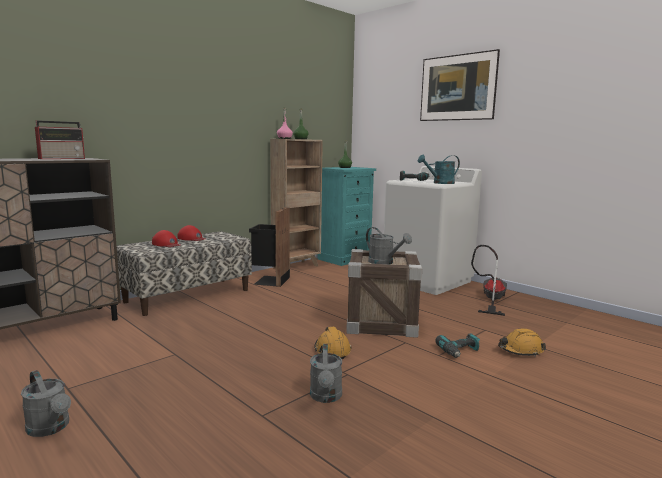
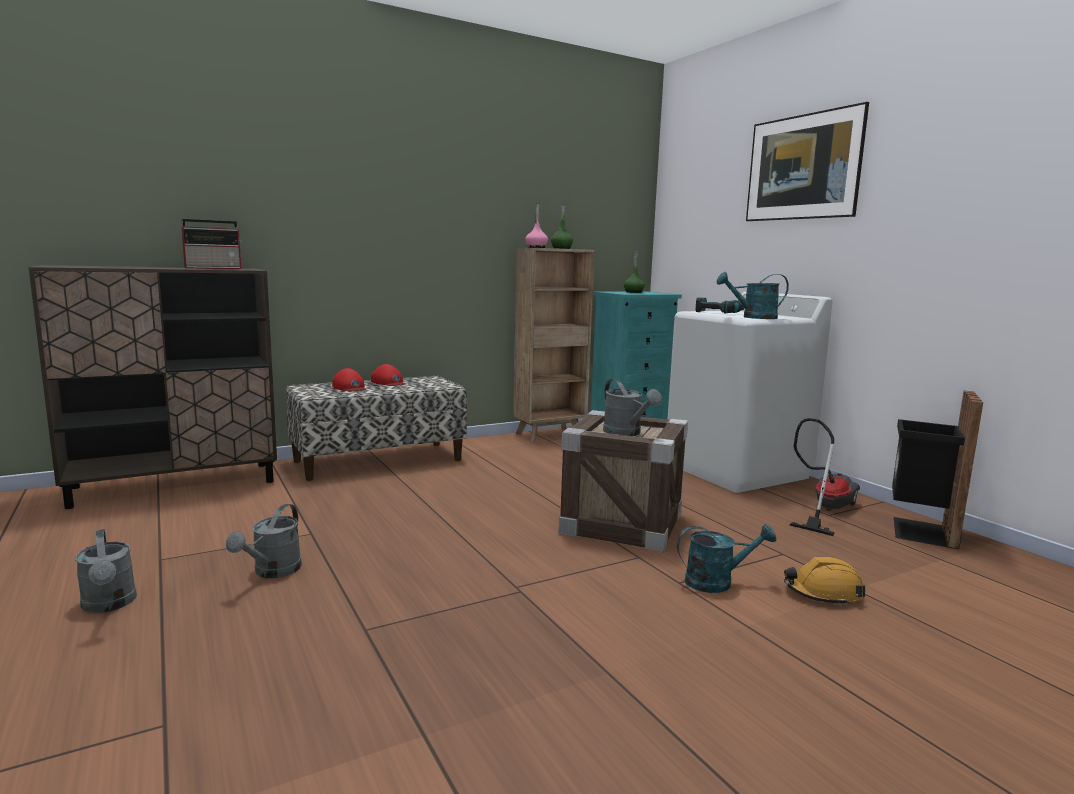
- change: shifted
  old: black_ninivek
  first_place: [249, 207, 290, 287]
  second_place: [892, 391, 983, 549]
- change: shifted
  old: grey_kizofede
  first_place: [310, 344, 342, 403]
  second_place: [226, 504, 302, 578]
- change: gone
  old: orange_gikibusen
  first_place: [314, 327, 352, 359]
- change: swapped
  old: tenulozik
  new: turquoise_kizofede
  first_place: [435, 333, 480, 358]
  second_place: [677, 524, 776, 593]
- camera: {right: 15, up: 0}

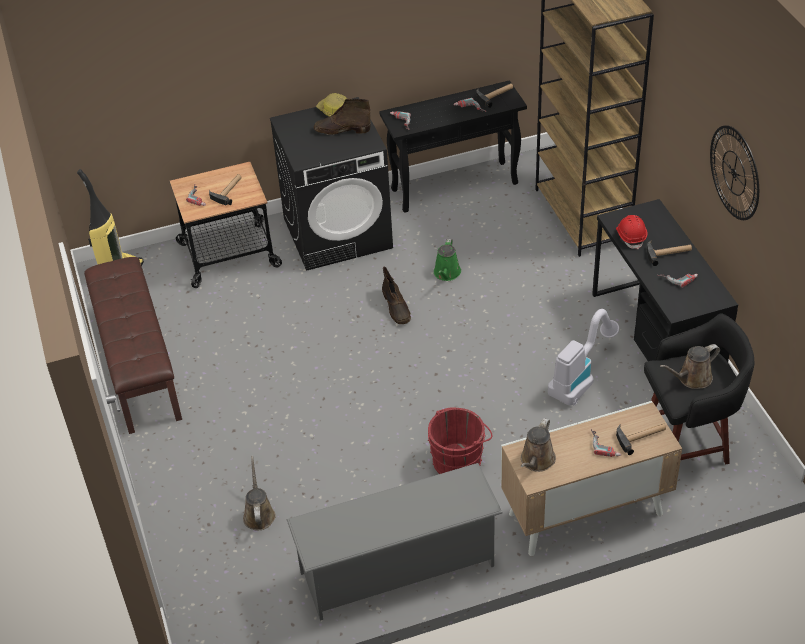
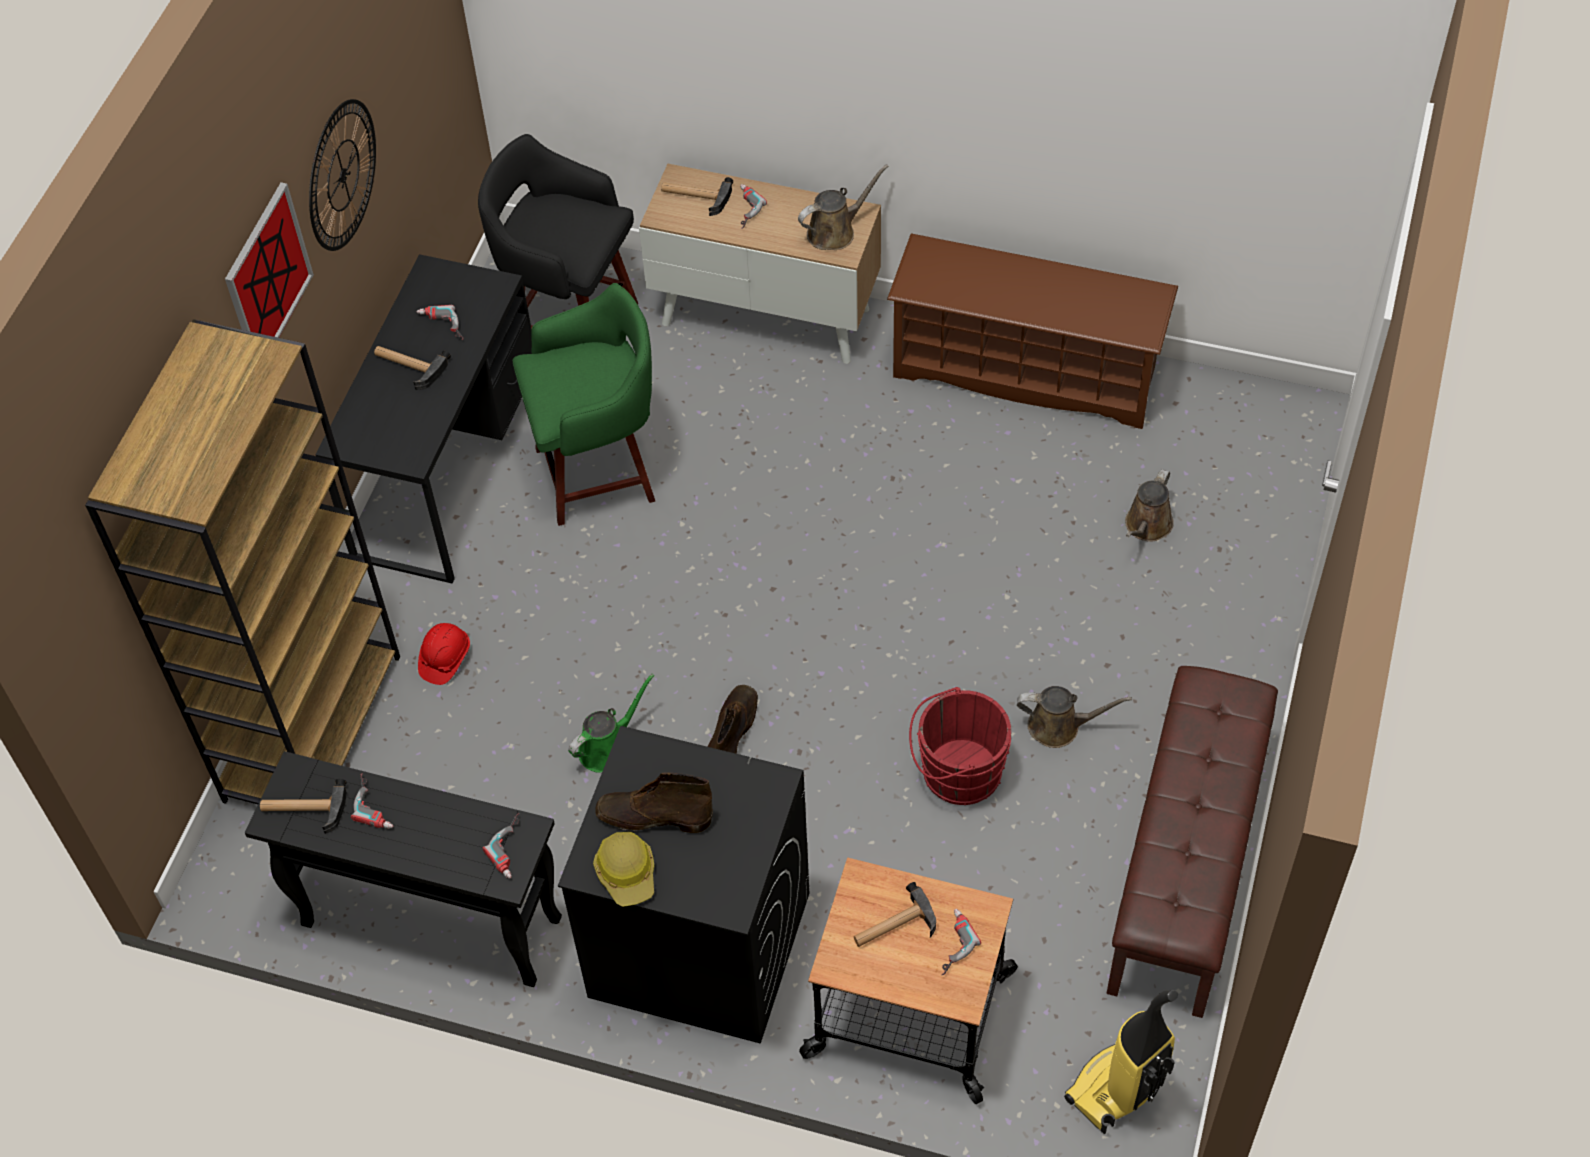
- change: repainted
  old: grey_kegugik
  new: brown_kegugik
  first_place: [287, 463, 503, 621]
  second_place: [887, 233, 1178, 429]
- change: rotated
  old: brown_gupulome
  first_place: [314, 99, 371, 135]
  second_place: [595, 772, 713, 833]
  degrees: 150
- change: shifted
  old: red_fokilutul
  first_place: [428, 407, 493, 474]
  second_place: [909, 687, 1011, 805]
- change: swapped
  old: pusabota
  new: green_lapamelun
  first_place: [548, 309, 619, 406]
  second_place: [513, 283, 655, 526]
- change: shifted
  old: red_gikibusen
  first_place: [616, 215, 647, 249]
  second_place: [418, 623, 470, 685]
- change: shifted
  old: brown_kizofede
  first_place: [660, 344, 720, 389]
  second_place: [1017, 686, 1132, 748]
- change: new
  new: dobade
  second_place: [225, 182, 314, 338]
- camera: {right: -145, up: 10}

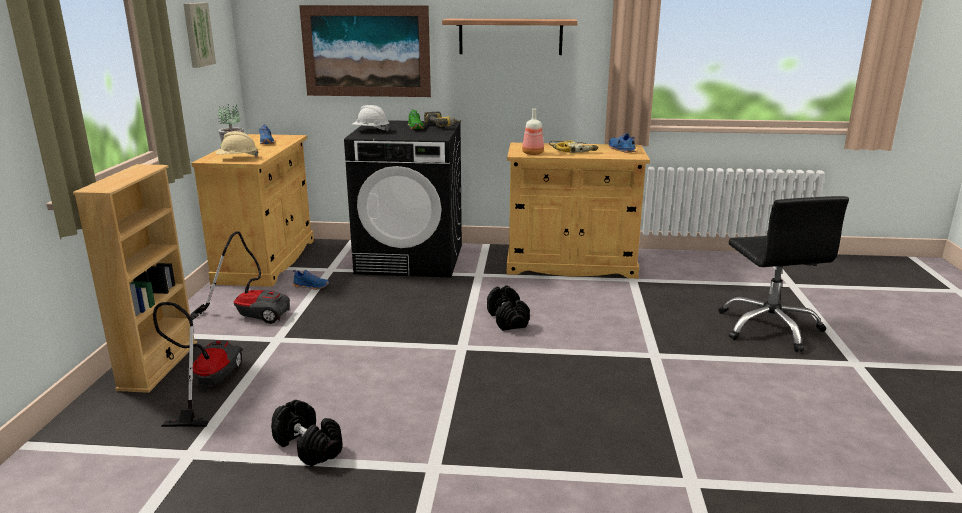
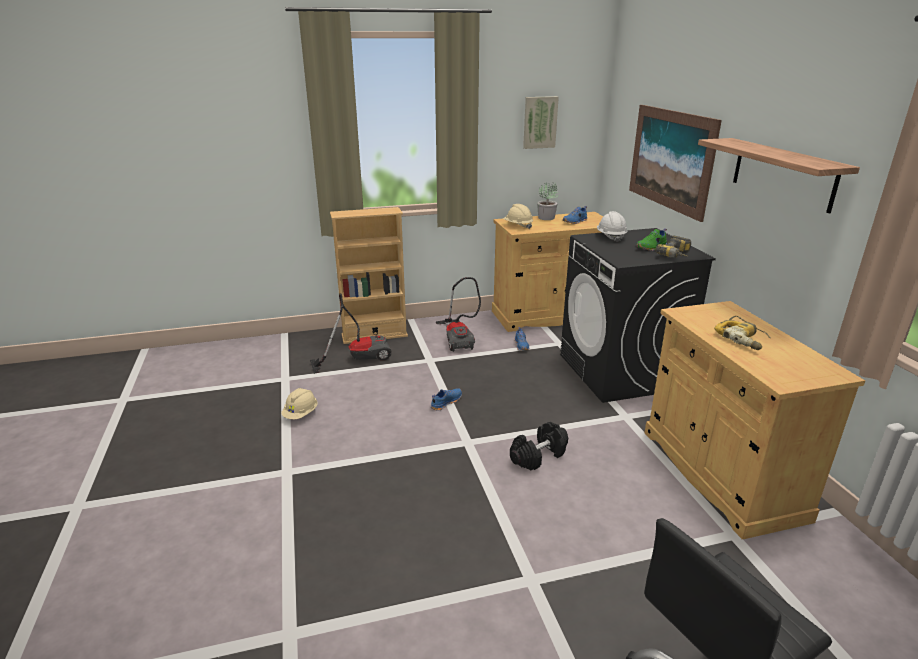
- change: swapped
  old: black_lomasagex
  new: beige_gikibusen
  first_place: [271, 400, 343, 467]
  second_place: [281, 388, 318, 419]
- change: gone
  old: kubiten
  first_place: [522, 109, 544, 155]
- change: shifted
  old: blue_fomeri
  first_place: [609, 133, 636, 153]
  second_place: [431, 388, 462, 411]
- camera: {right: 70, up: 5}

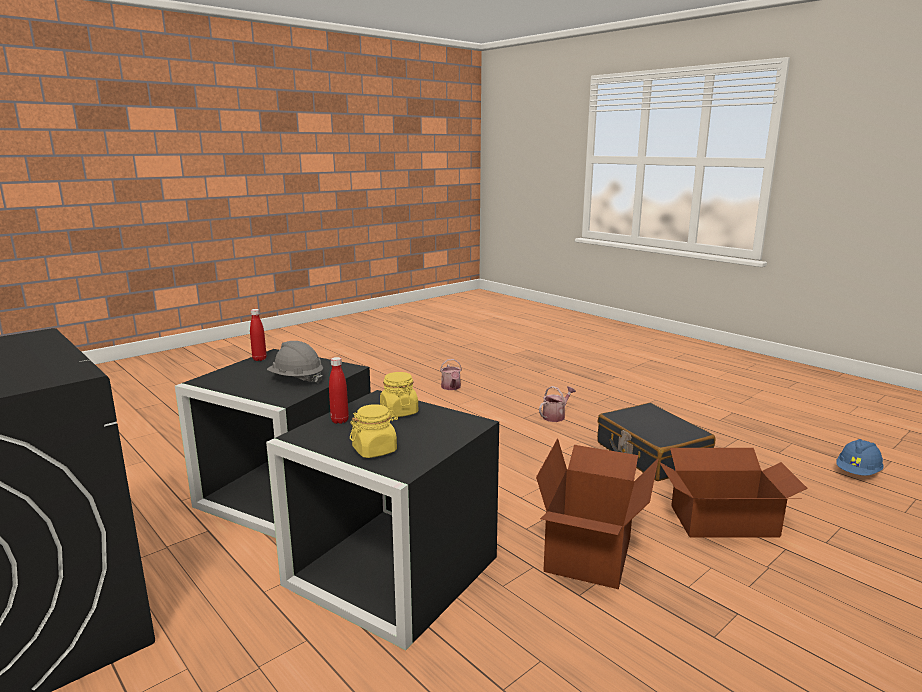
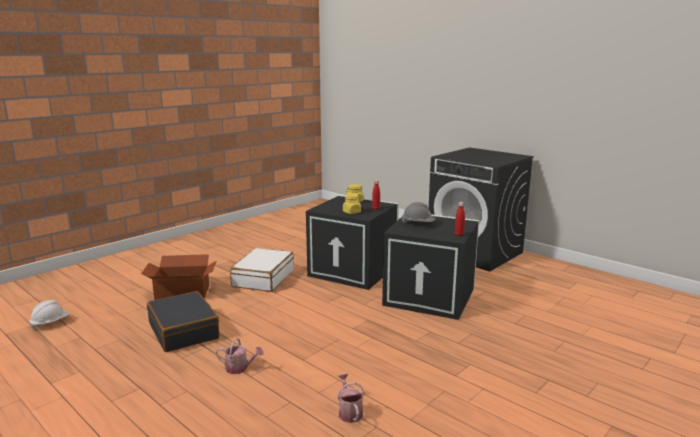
- change: swapped
  old: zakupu
  new: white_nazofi
  first_place: [536, 438, 658, 589]
  second_place: [230, 248, 294, 292]
- change: rotated
  old: kizofede
  first_place: [539, 386, 576, 422]
  second_place: [216, 338, 264, 374]
  degrees: -120
- change: repainted
  old: blue_gikibusen
  new: white_gikibusen
  first_place: [836, 439, 884, 476]
  second_place: [29, 300, 69, 329]
- camera: {right: 175, up: 0}

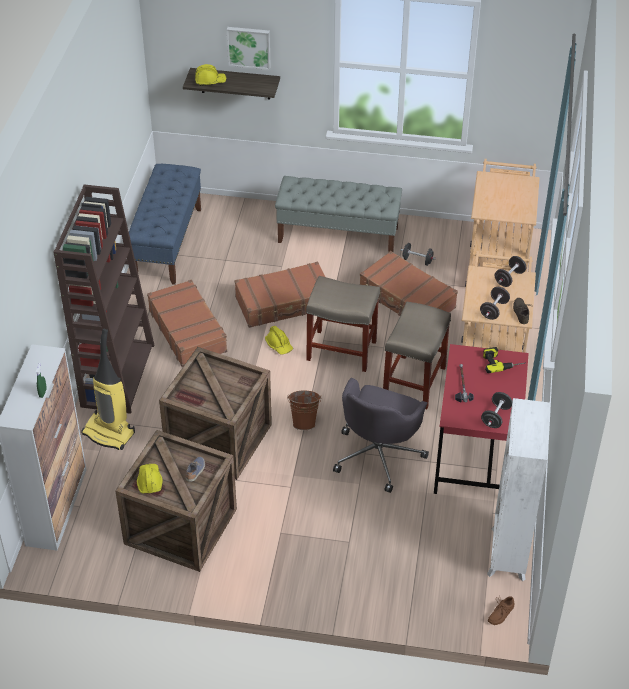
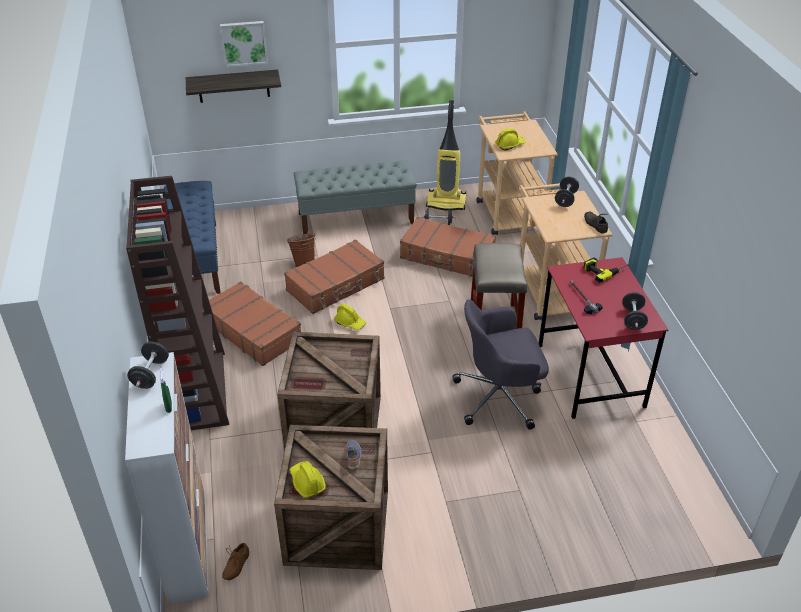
- change: shifted
  old: pusabota
  first_place: [81, 329, 135, 450]
  second_place: [426, 100, 466, 211]
- change: shifted
  old: yellow_gikibusen
  first_place: [195, 64, 226, 86]
  second_place: [495, 128, 526, 151]
- change: shifted
  old: brown_fokilutul
  first_place: [287, 390, 322, 430]
  second_place: [286, 233, 316, 267]
- change: gone
  old: beige_lapamelun
  first_place: [306, 276, 380, 372]
- change: rotated
  old: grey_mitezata
  first_place: [333, 378, 429, 493]
  second_place: [452, 299, 549, 430]
  degrees: 75
- change: shifted
  old: black_lomasagex
  first_place: [480, 287, 510, 320]
  second_place: [127, 342, 169, 389]
- change: gone
  old: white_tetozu
  first_place: [487, 398, 550, 581]
- change: shifted
  old: brown_fomeri
  first_place: [488, 597, 514, 625]
  second_place: [222, 543, 249, 580]
- camera: {right: -20, up: -5}

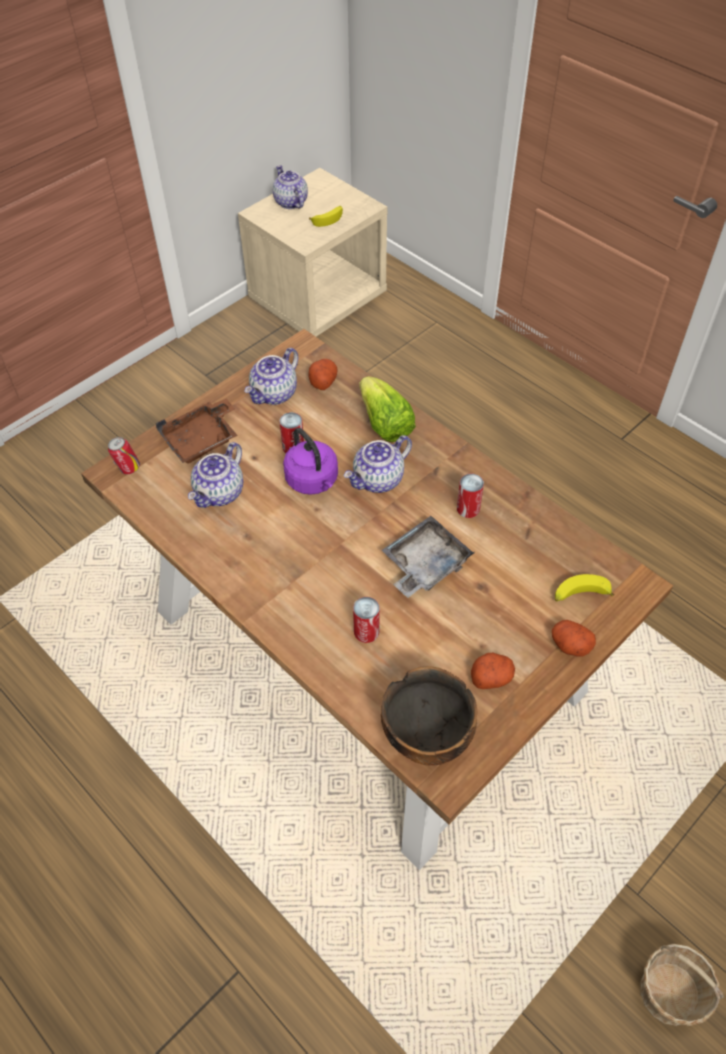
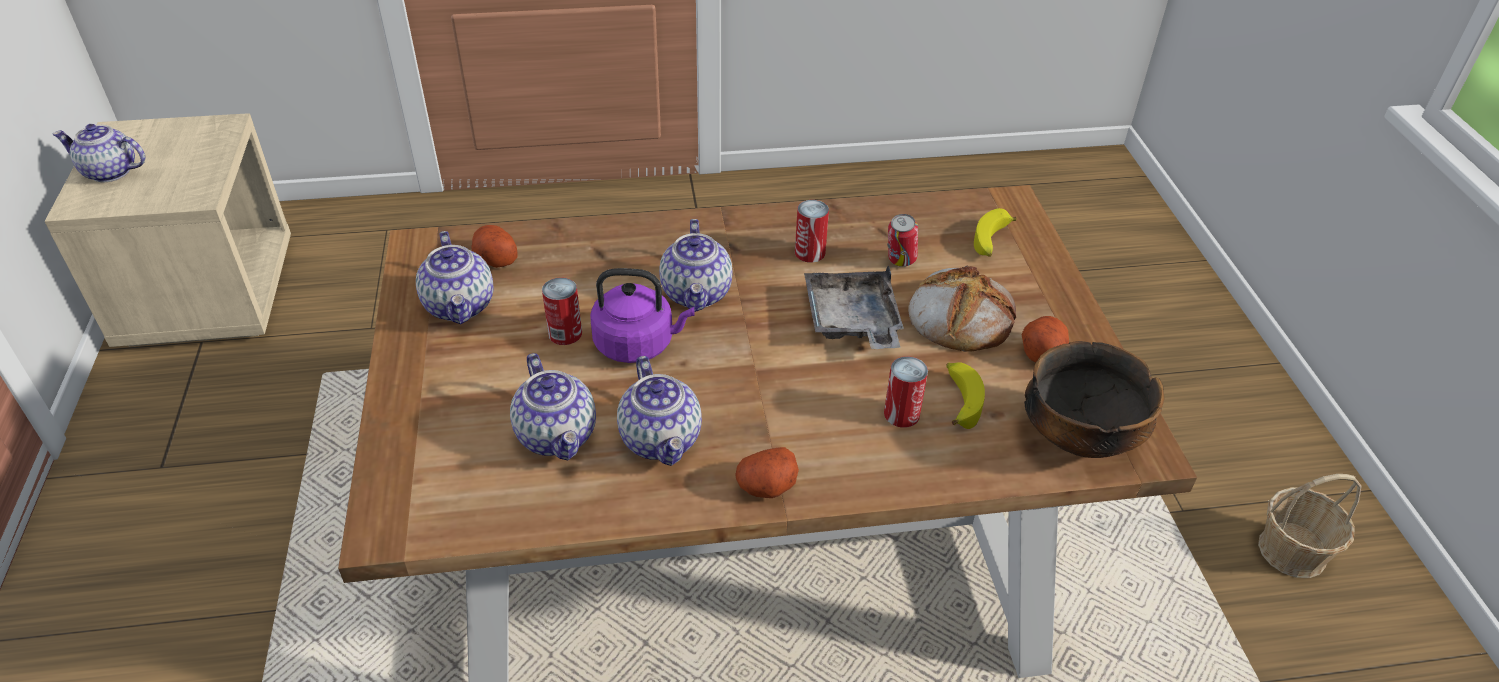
- change: shifted
  old: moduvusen
  first_place: [108, 437, 140, 474]
  second_place: [887, 214, 918, 267]
- change: gone
  old: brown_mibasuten
  first_place: [156, 398, 238, 464]
- change: shifted
  old: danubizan
  first_place: [309, 206, 343, 227]
  second_place: [946, 362, 985, 429]
- change: gone
  old: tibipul
  first_place: [360, 376, 416, 442]
- change: shifted
  old: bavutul
  first_place: [552, 620, 596, 657]
  second_place: [736, 447, 799, 498]
- change: new
  new: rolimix
  second_place: [617, 356, 702, 466]
- change: new
  new: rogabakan
  second_place: [908, 265, 1016, 352]
- camera: {right: -55, up: -10}

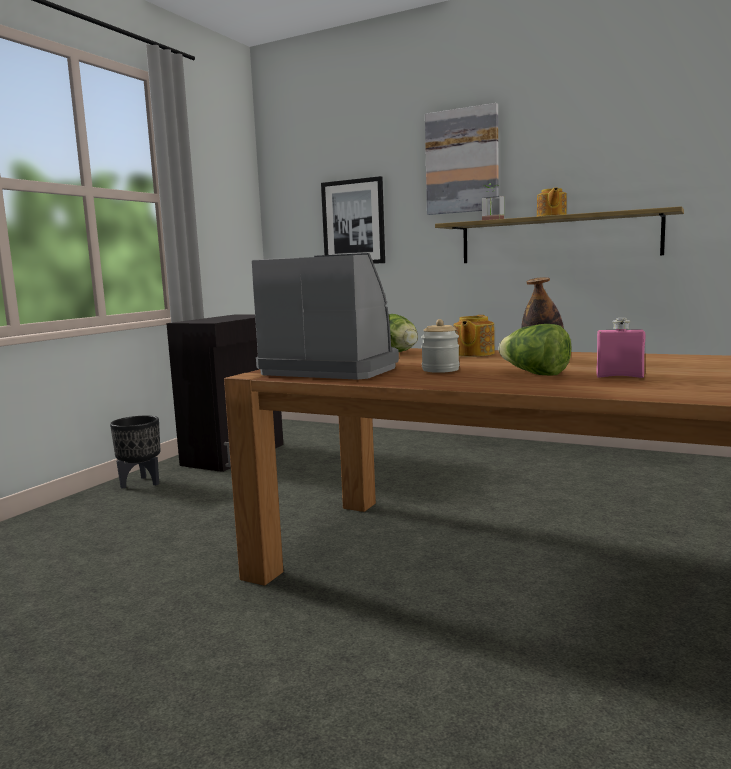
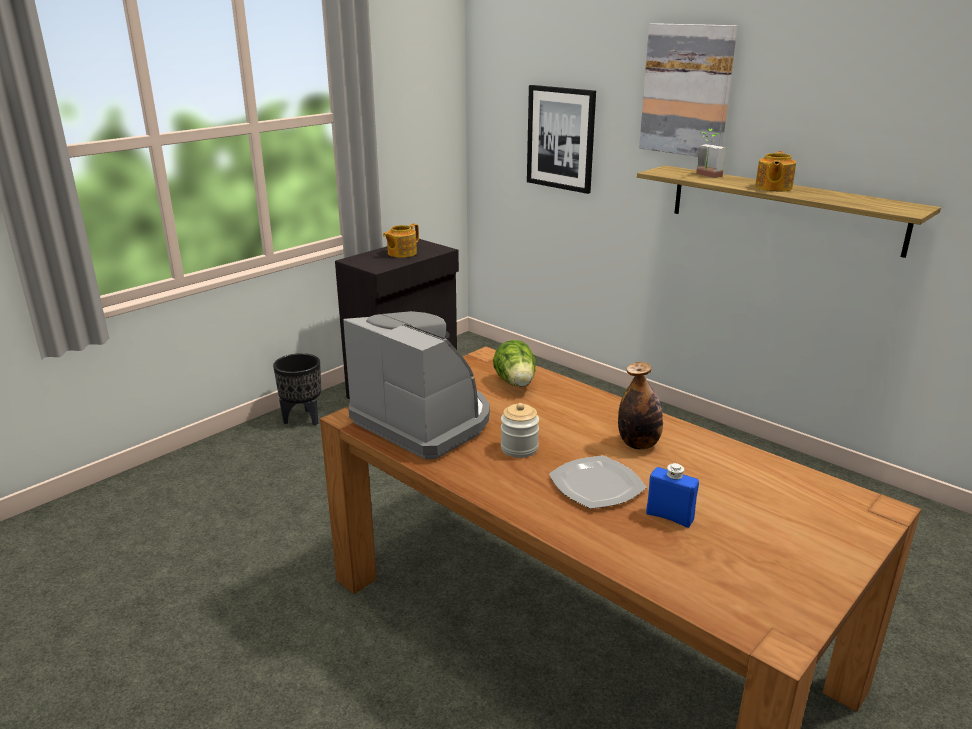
- change: shifted
  old: rolimix
  first_place: [453, 315, 495, 357]
  second_place: [383, 224, 419, 258]
- change: swapped
  old: tibipul
  new: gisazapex
  first_place: [499, 324, 572, 375]
  second_place: [549, 455, 647, 509]
- change: repainted
  old: pink_kubiten
  new: blue_kubiten
  first_place: [596, 318, 646, 378]
  second_place: [646, 463, 699, 528]
- camera: {right: 15, up: 15}

